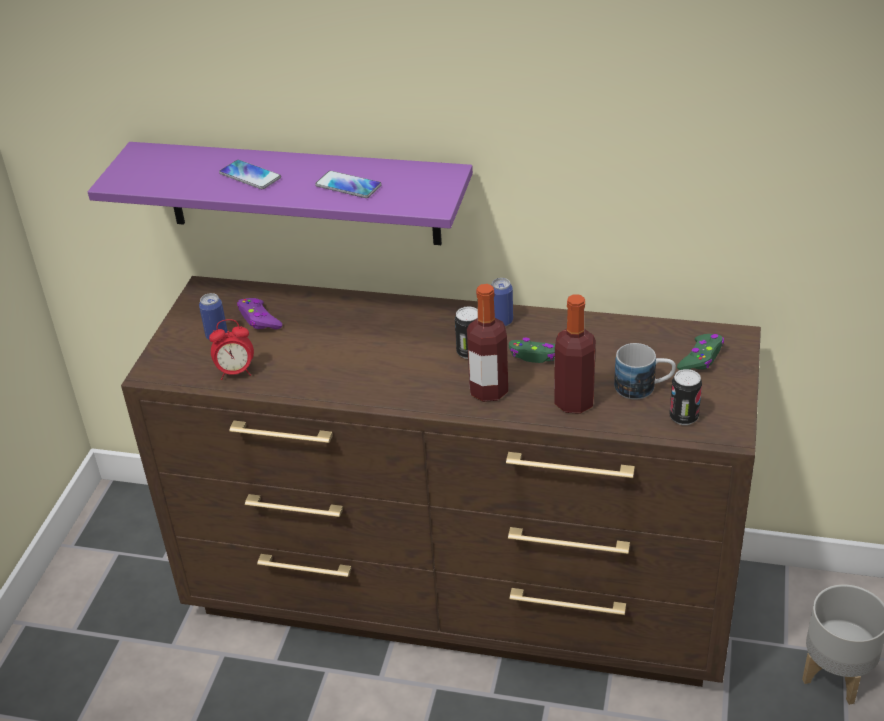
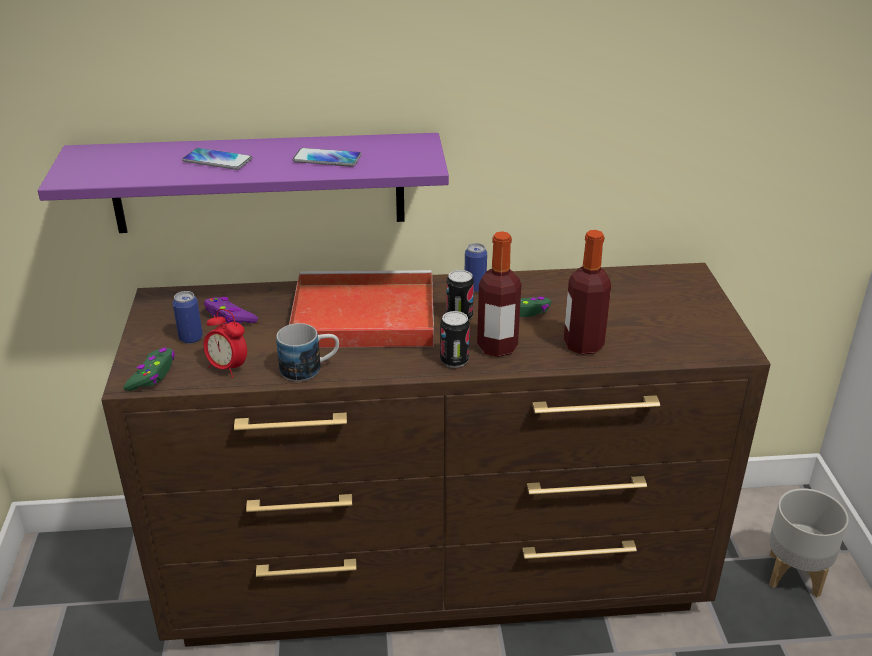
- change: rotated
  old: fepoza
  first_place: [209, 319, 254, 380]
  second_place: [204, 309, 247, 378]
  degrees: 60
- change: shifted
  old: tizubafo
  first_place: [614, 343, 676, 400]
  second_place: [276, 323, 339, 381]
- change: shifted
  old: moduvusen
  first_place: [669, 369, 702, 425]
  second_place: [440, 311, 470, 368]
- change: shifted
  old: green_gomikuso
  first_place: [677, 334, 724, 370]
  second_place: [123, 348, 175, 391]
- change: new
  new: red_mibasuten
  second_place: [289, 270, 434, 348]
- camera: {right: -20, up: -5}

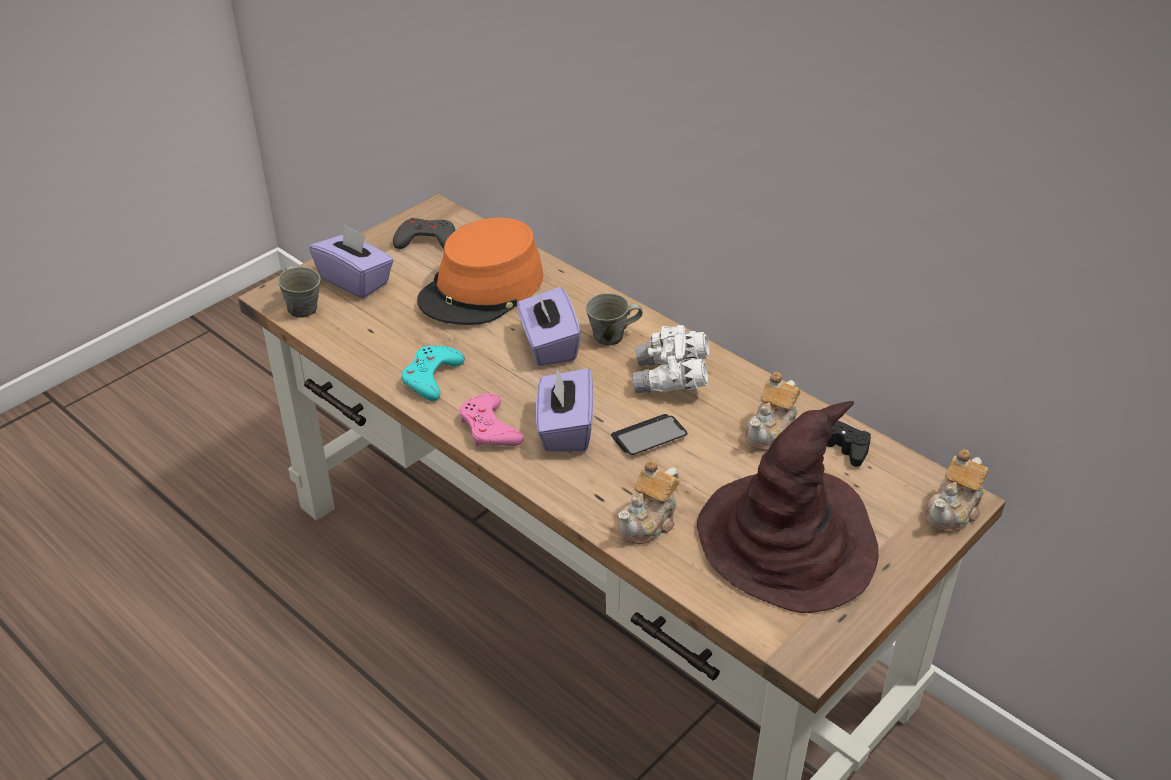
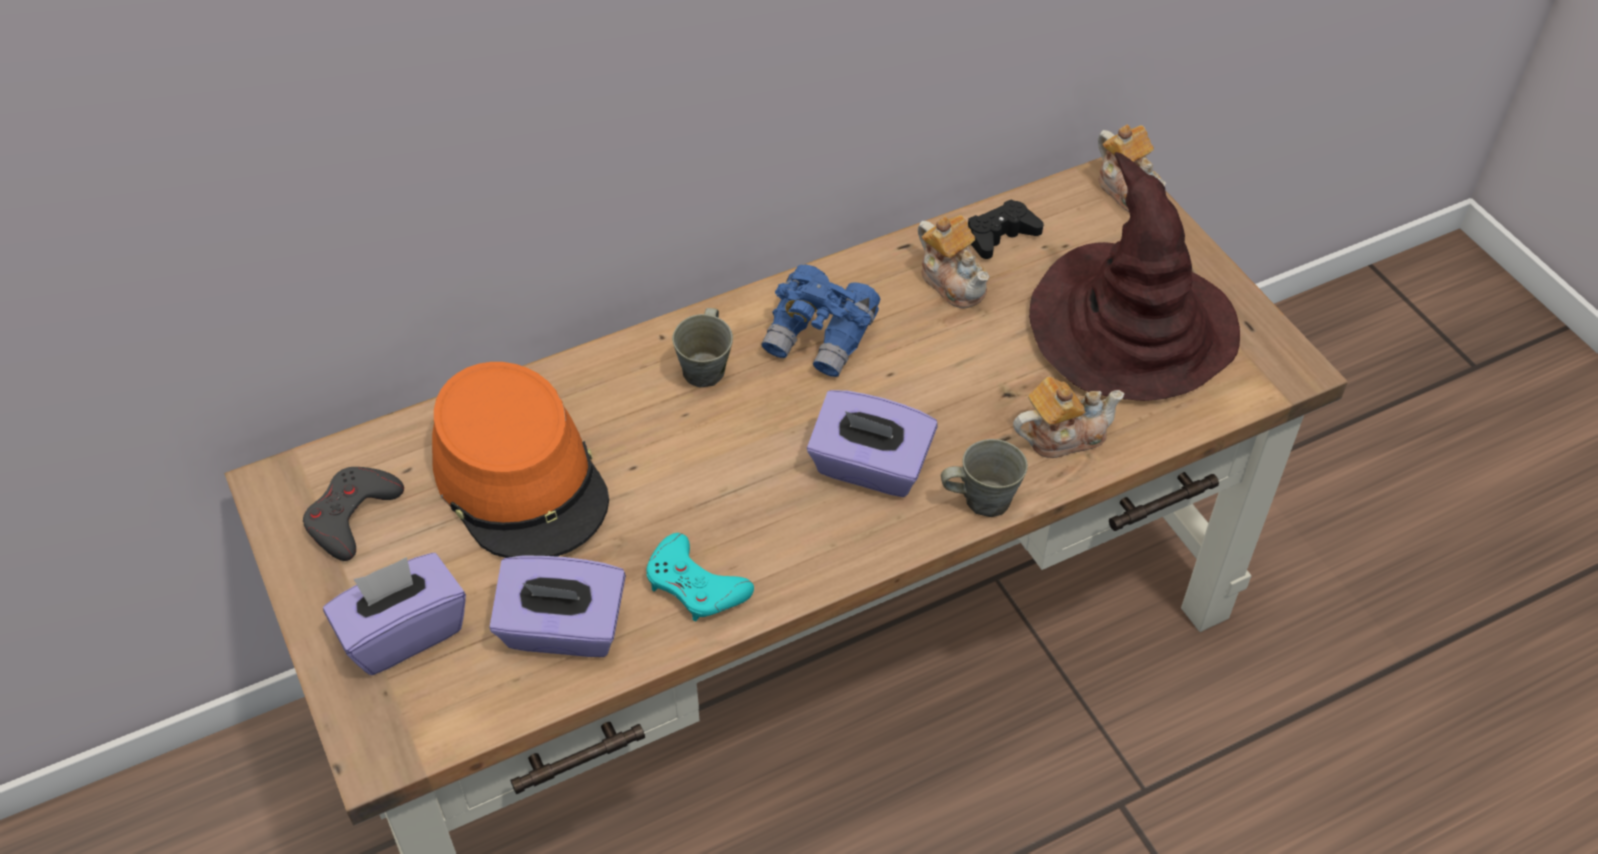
- change: shifted
  old: grey_tizubafo
  first_place: [278, 266, 321, 318]
  second_place: [941, 439, 1028, 517]
- change: gone
  old: pink_gomikuso
  first_place: [460, 393, 524, 447]
- change: shifted
  old: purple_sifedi
  first_place: [517, 287, 581, 366]
  second_place: [489, 556, 626, 657]
- change: gone
  old: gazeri
  first_place: [611, 414, 687, 455]
- change: rotated
  old: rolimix
  first_place: [618, 460, 680, 545]
  second_place: [1013, 377, 1125, 458]
  degrees: -75
- change: repainted
  old: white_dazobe
  new: blue_dazobe
  first_place: [633, 325, 710, 393]
  second_place: [761, 264, 880, 377]
- camera: {right: -70, up: 10}

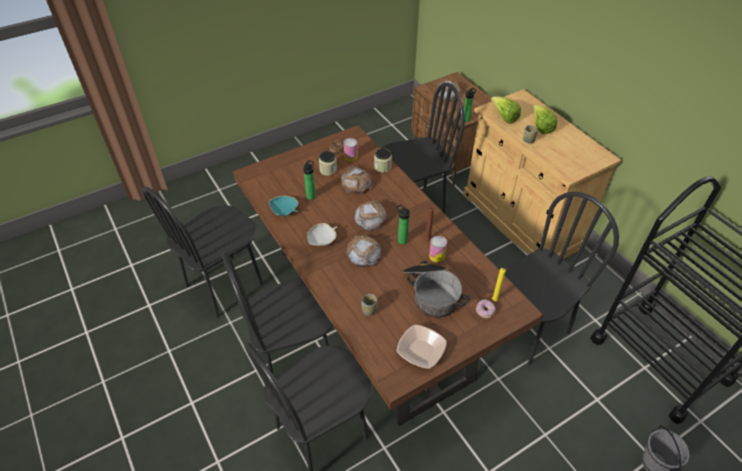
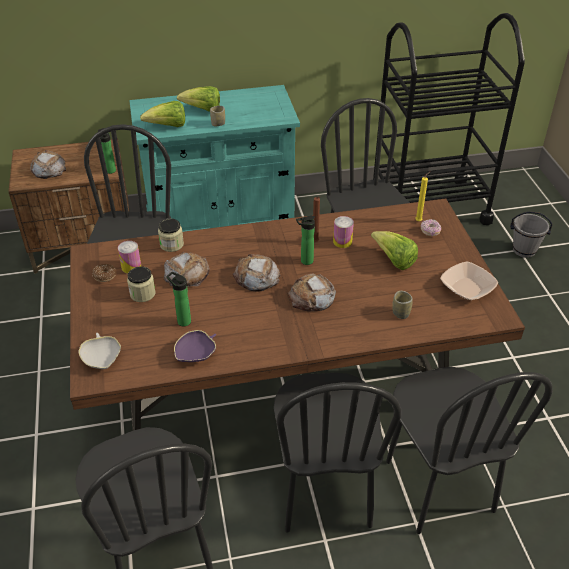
- change: repainted
  old: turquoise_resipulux
  new: purple_resipulux
  first_place: [269, 196, 298, 216]
  second_place: [174, 330, 216, 362]
- change: shifted
  old: white_resipulux
  first_place: [307, 223, 337, 246]
  second_place: [78, 333, 121, 369]
- change: swapped
  old: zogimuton
  new: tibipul
  first_place: [402, 261, 470, 318]
  second_place: [371, 231, 418, 270]
- change: repainted
  old: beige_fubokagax
  new: turquoise_fubokagax
  first_place: [463, 89, 621, 259]
  second_place: [129, 85, 300, 232]
- camera: {right: -70, up: -5}

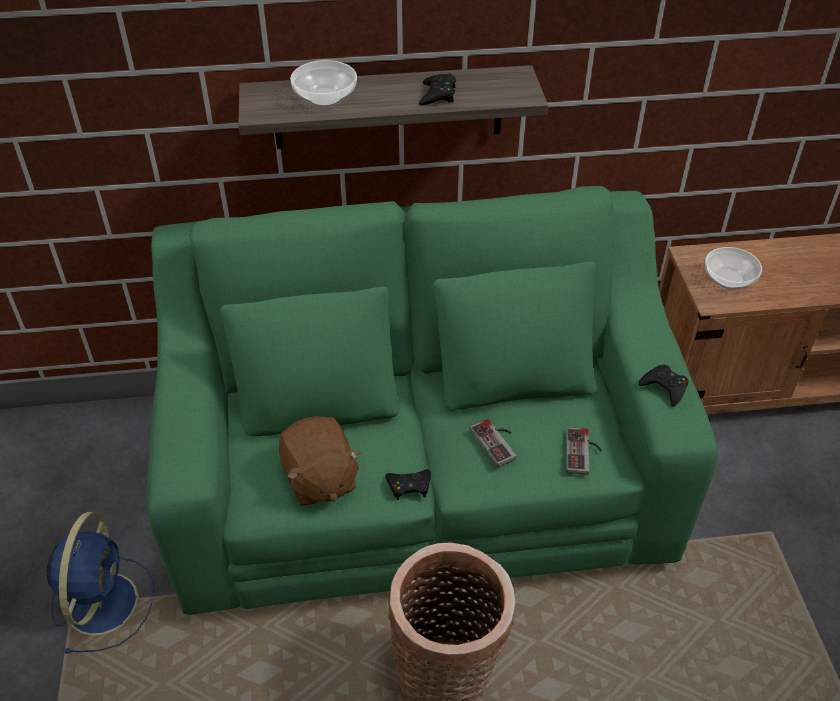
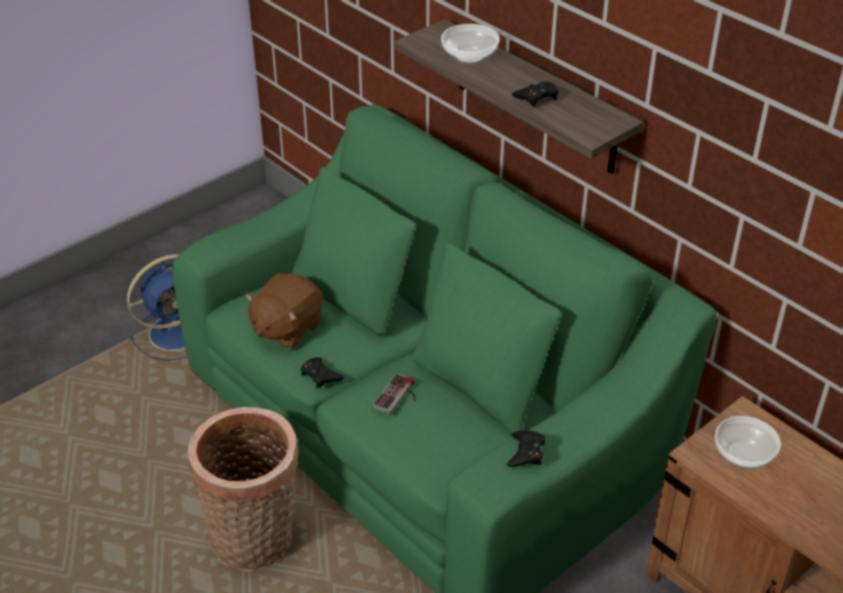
- change: gone
  old: gomikuso
  first_place: [566, 427, 602, 475]
- camera: {right: 55, up: -5}

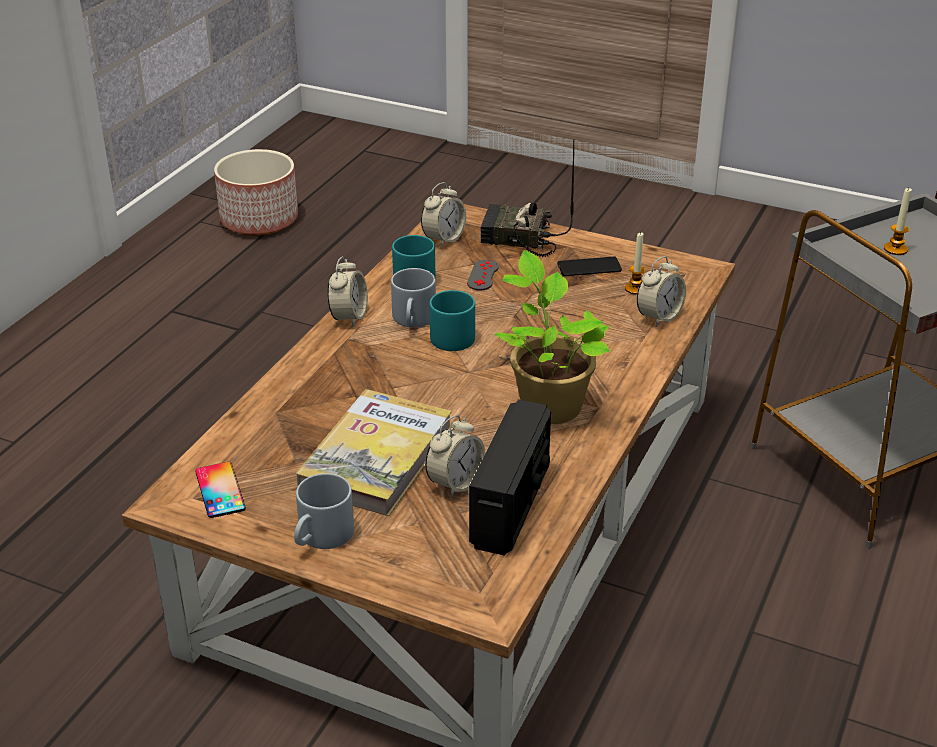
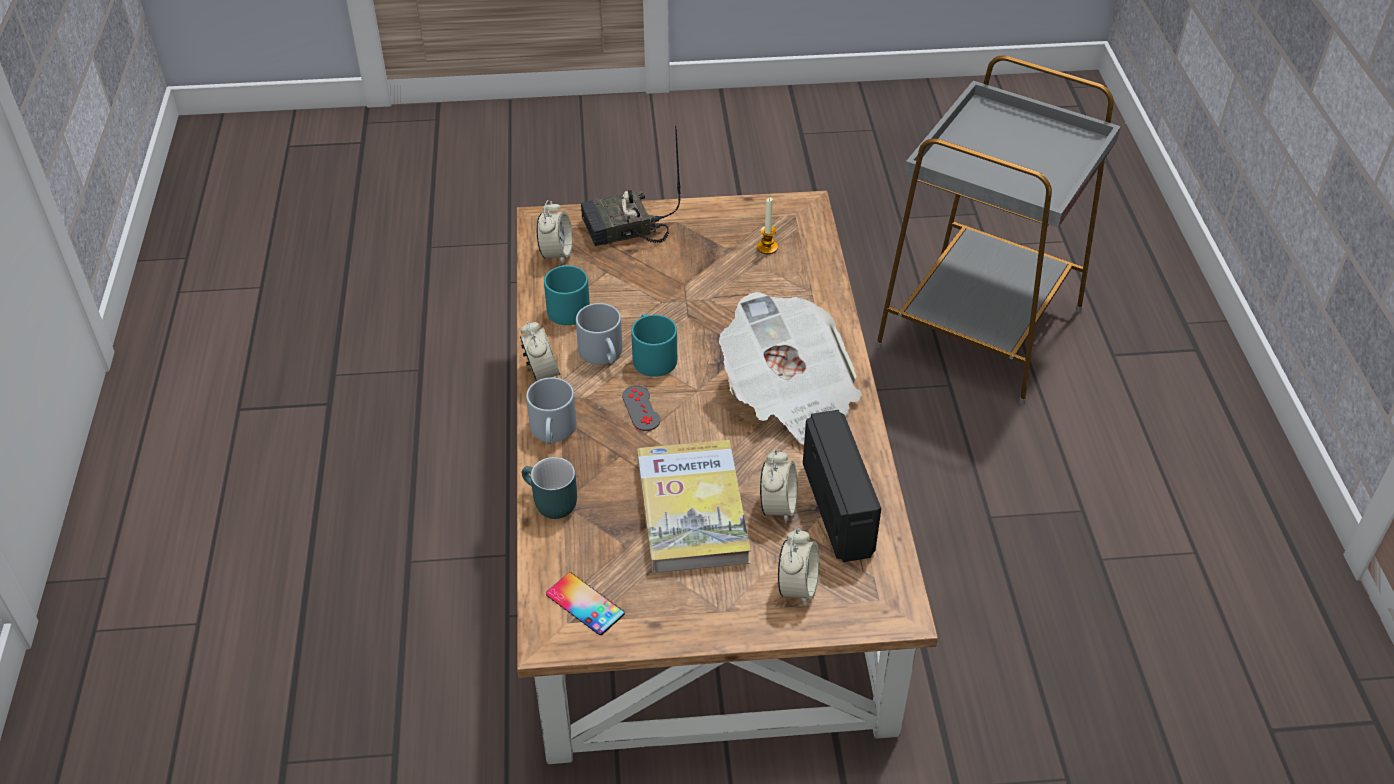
- change: gone
  old: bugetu
  first_place: [214, 149, 298, 236]
- change: shifted
  old: grey_tizubafo
  first_place: [294, 473, 354, 549]
  second_place: [526, 377, 576, 444]
- change: shifted
  old: grey_gomikuso
  first_place: [467, 259, 499, 291]
  second_place: [622, 385, 660, 431]
- change: swapped
  old: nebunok
  new: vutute
  first_place: [494, 250, 610, 424]
  second_place: [719, 292, 862, 445]
- change: gone
  old: gazeri
  first_place: [558, 256, 622, 276]
- change: shifted
  old: fepoza
  first_place: [637, 256, 686, 327]
  second_place: [778, 528, 819, 606]
- change: gone
  old: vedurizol
  first_place: [884, 188, 912, 255]
- change: new
  new: turquoise_tizubafo
  second_place: [522, 457, 577, 519]
- camera: {right: -30, up: 10}

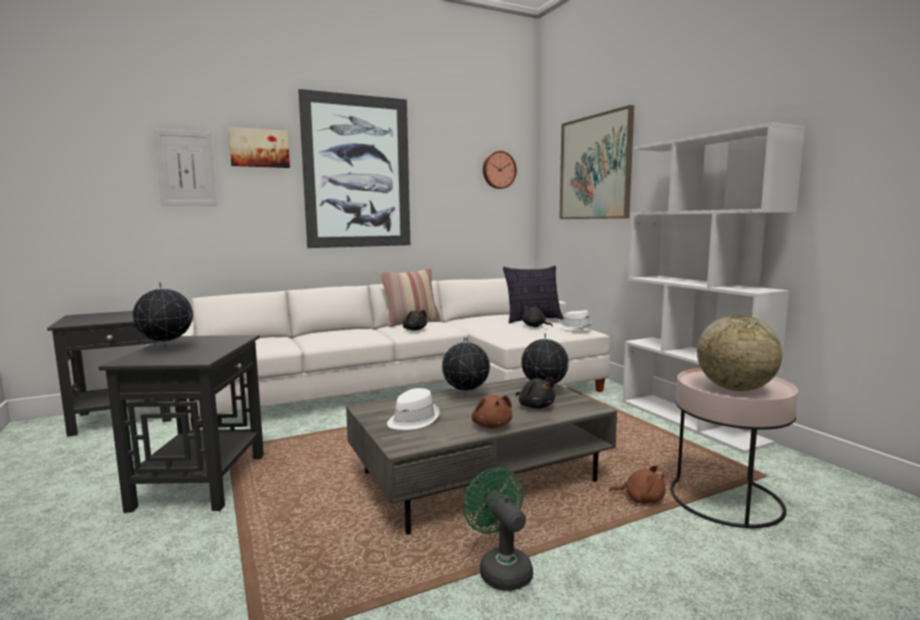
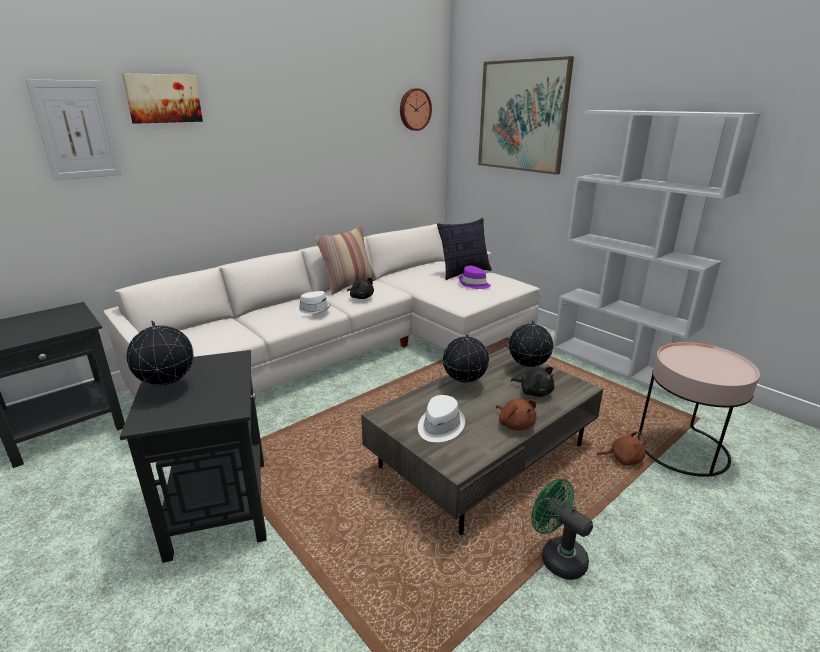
- change: gone
  old: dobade
  first_place: [298, 89, 410, 248]
- change: swapped
  old: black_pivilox
  new: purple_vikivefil
  first_place: [522, 304, 553, 327]
  second_place: [459, 266, 491, 289]
- change: shifted
  old: white_vikivefil
  first_place: [558, 310, 593, 329]
  second_place: [295, 291, 331, 315]
- change: gone
  old: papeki
  first_place: [697, 315, 782, 391]
- camera: {right: -15, up: 15}

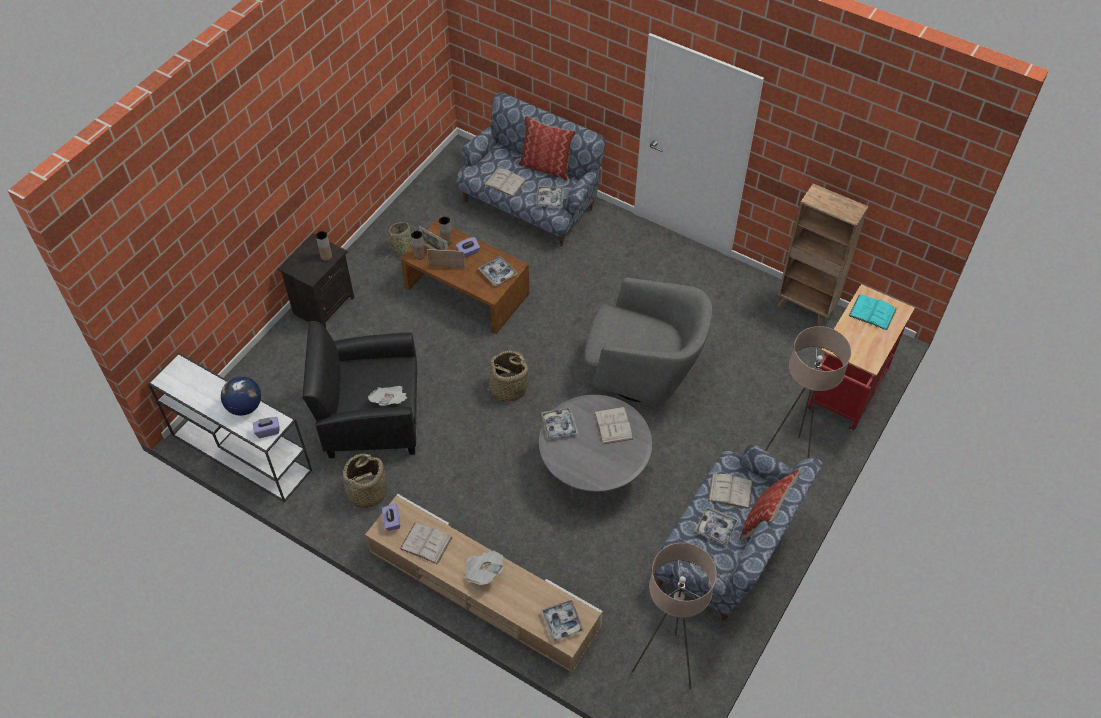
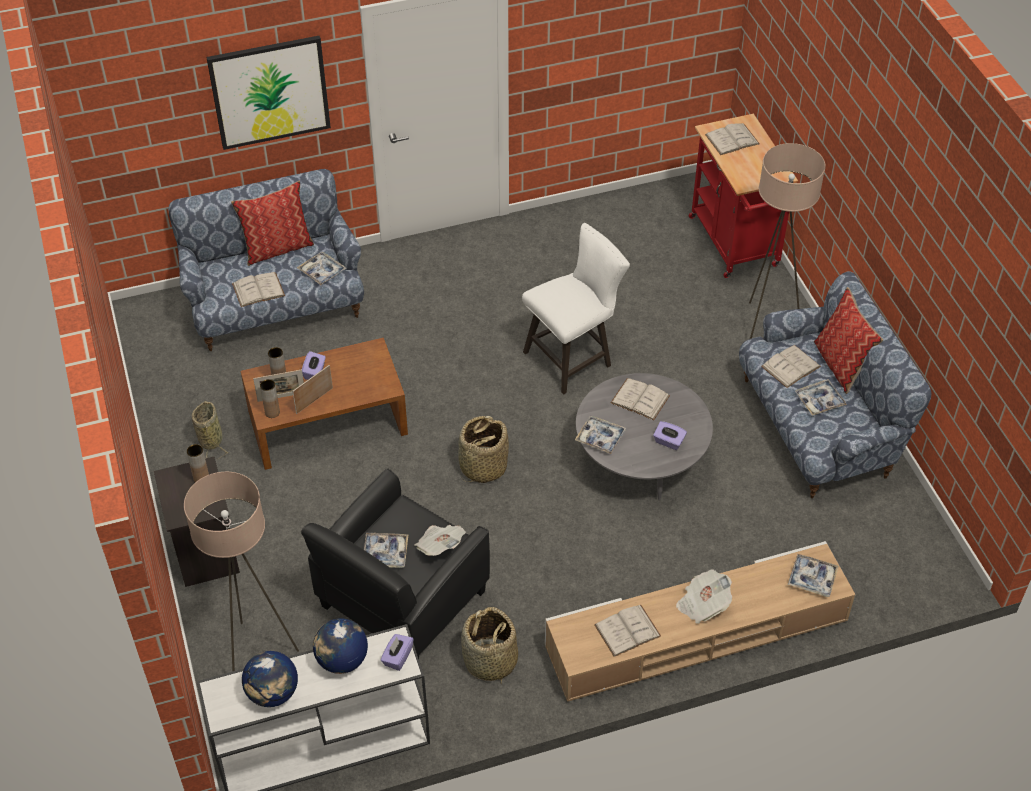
- change: shifted
  old: purple_sifedi
  first_place: [382, 503, 400, 531]
  second_place: [653, 421, 687, 450]
- change: shifted
  old: mibasuten
  first_place: [478, 256, 518, 286]
  second_place: [364, 533, 409, 568]
- change: swapped
  old: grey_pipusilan
  new: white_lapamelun
  first_place: [585, 278, 712, 405]
  second_place: [522, 223, 630, 395]
- change: shifted
  old: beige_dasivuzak
  first_place: [632, 543, 717, 689]
  second_place: [184, 472, 299, 672]
- change: gone
  old: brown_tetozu
  first_place: [778, 184, 869, 326]
- change: repainted
  old: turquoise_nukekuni
  new: white_nukekuni
  first_place: [849, 295, 897, 331]
  second_place: [705, 123, 760, 155]
- change: new
  new: dobade
  second_place: [206, 36, 331, 150]
- change: new
  new: papeki
  second_place: [242, 651, 298, 707]
- camera: {right: -50, up: -5}

